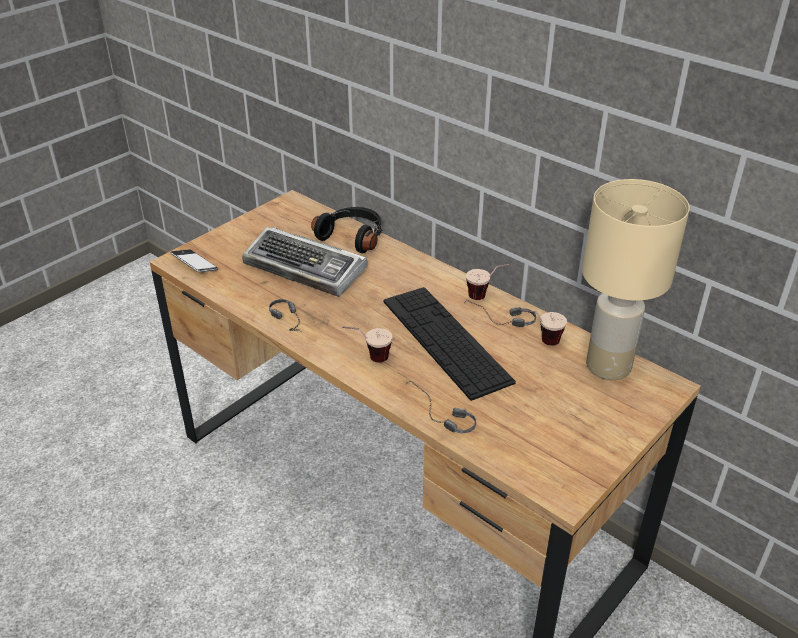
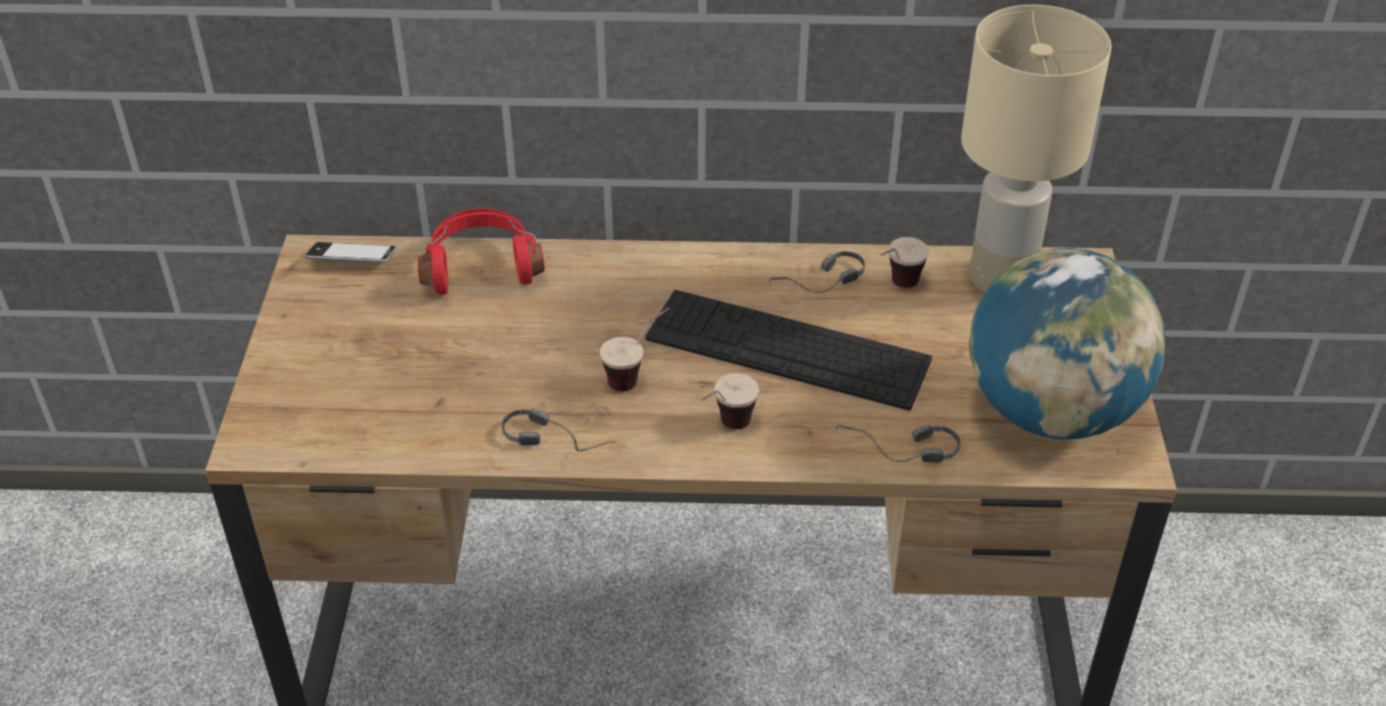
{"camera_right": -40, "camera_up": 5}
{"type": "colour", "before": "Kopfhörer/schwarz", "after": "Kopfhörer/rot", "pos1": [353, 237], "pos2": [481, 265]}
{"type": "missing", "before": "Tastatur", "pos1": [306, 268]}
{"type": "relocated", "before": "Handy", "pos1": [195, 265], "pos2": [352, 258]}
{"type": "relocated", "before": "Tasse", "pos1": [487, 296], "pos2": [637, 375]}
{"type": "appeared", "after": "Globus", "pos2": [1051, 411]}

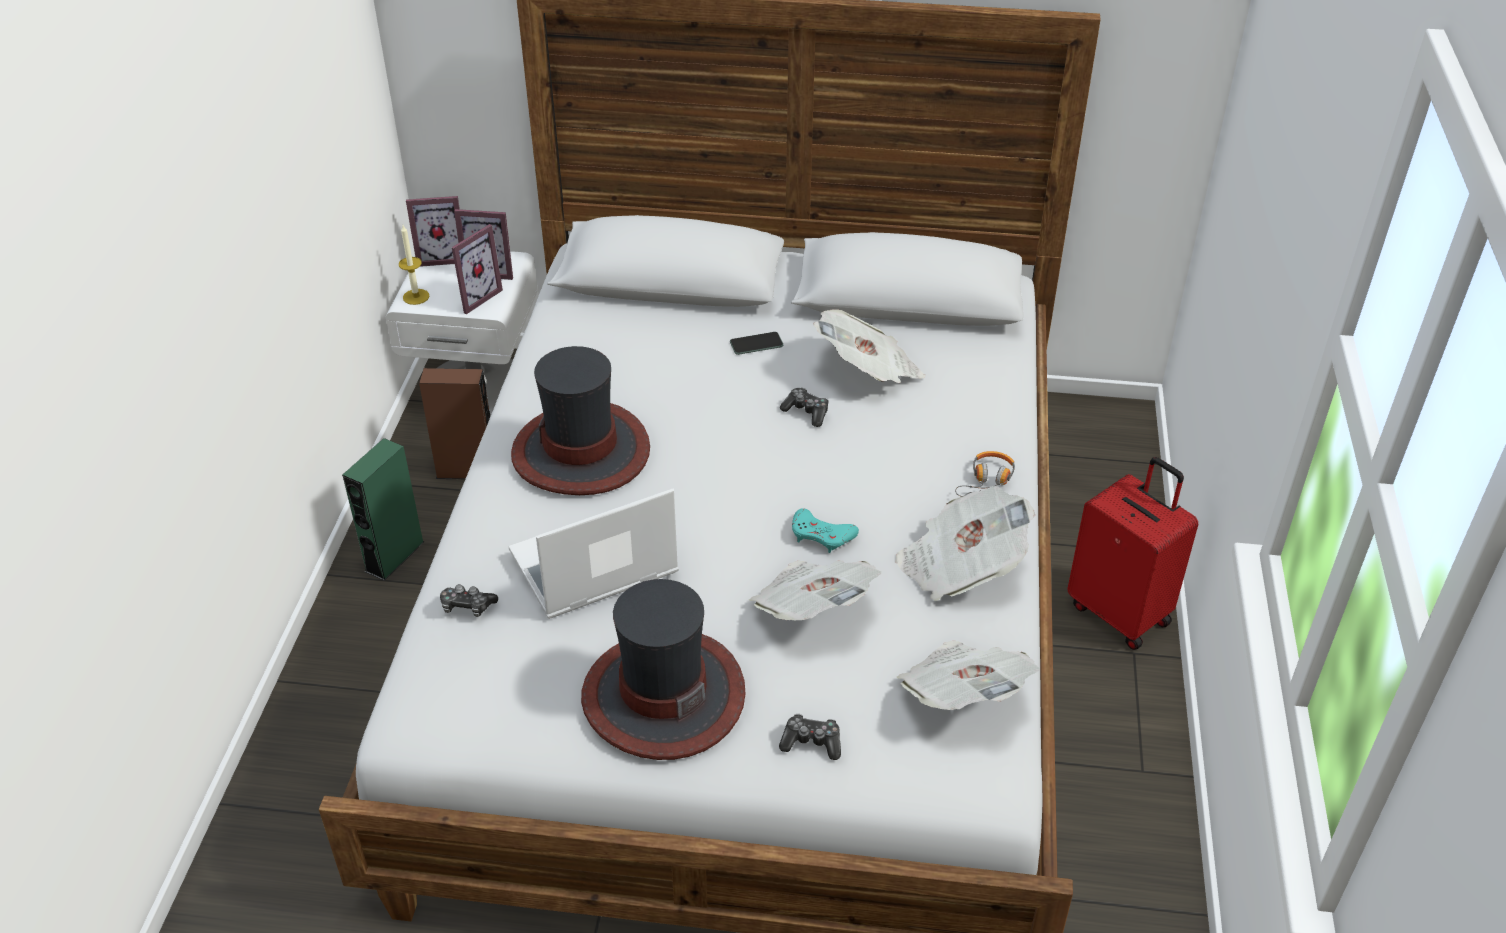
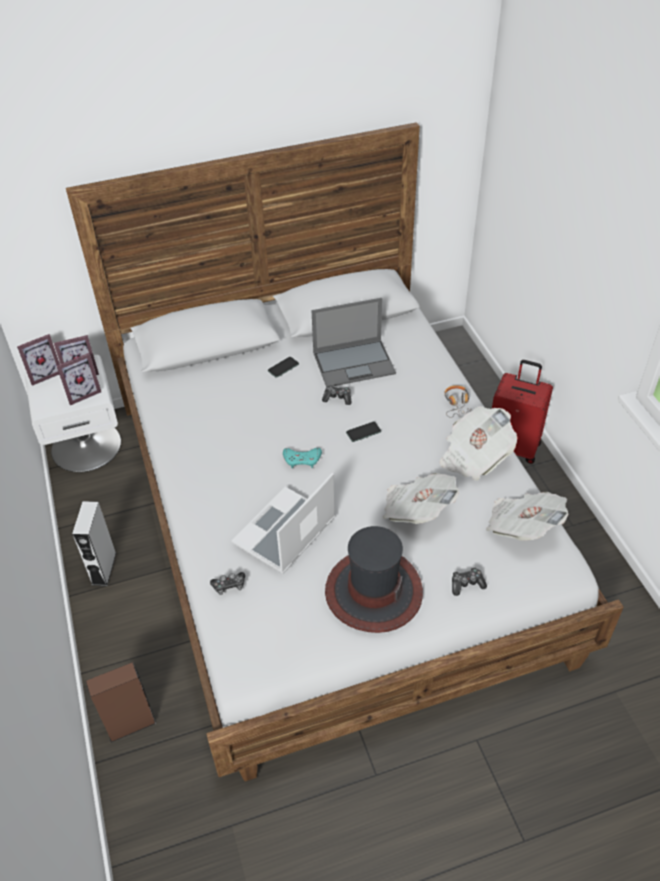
{"camera_right": -25, "camera_up": 5}
{"type": "spun", "before": "Bilderrahmen", "pos1": [474, 297], "pos2": [82, 393], "turn": 45}
{"type": "missing", "before": "Kerze", "pos1": [416, 297]}
{"type": "exchanged", "before": "Zeitung", "after": "Laptop", "pos1": [868, 371], "pos2": [355, 363]}
{"type": "missing", "before": "Hut", "pos1": [581, 452]}
{"type": "relocated", "before": "Lautsprecher/braun", "pos1": [467, 471], "pos2": [131, 725]}
{"type": "colour", "before": "Lautsprecher/grün", "after": "Lautsprecher/grau", "pos1": [394, 556], "pos2": [104, 568]}
{"type": "relocated", "before": "Gamepad/türkis", "pos1": [822, 535], "pos2": [302, 459]}
{"type": "appeared", "after": "Handy", "pos2": [363, 432]}

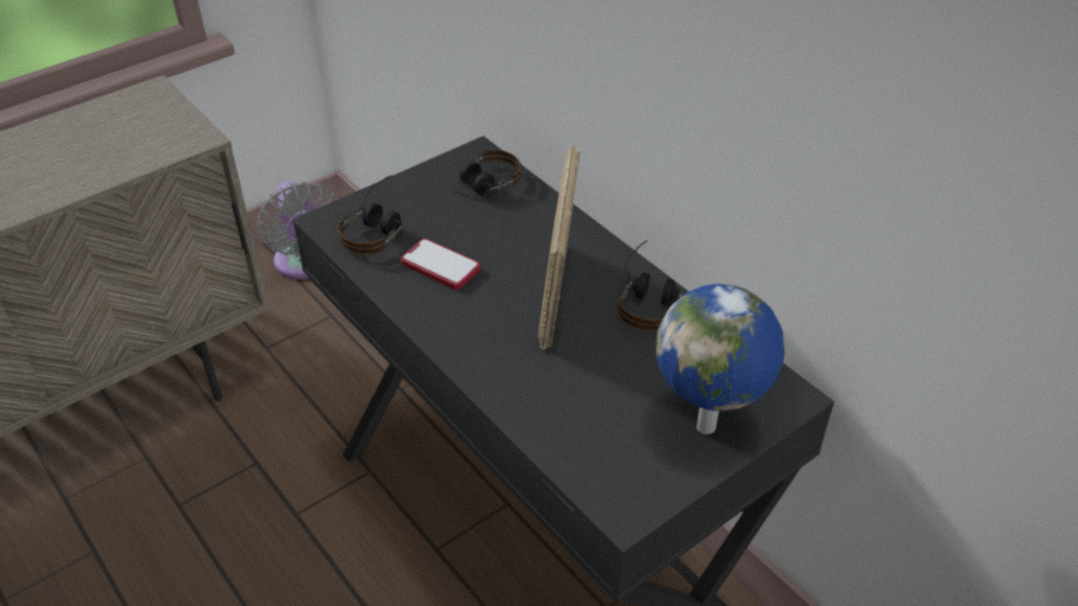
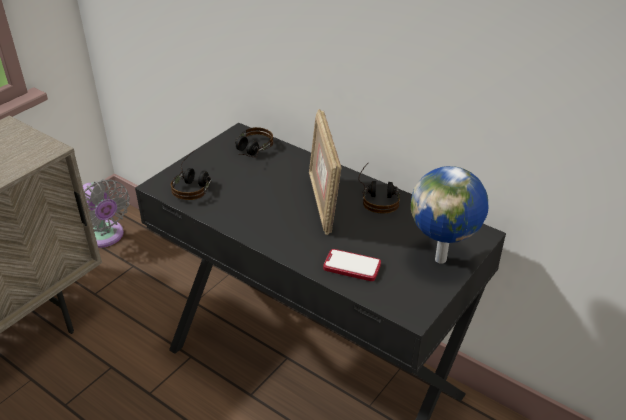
{"camera_right": -15, "camera_up": -5}
{"type": "relocated", "before": "Handy", "pos1": [440, 266], "pos2": [352, 266]}

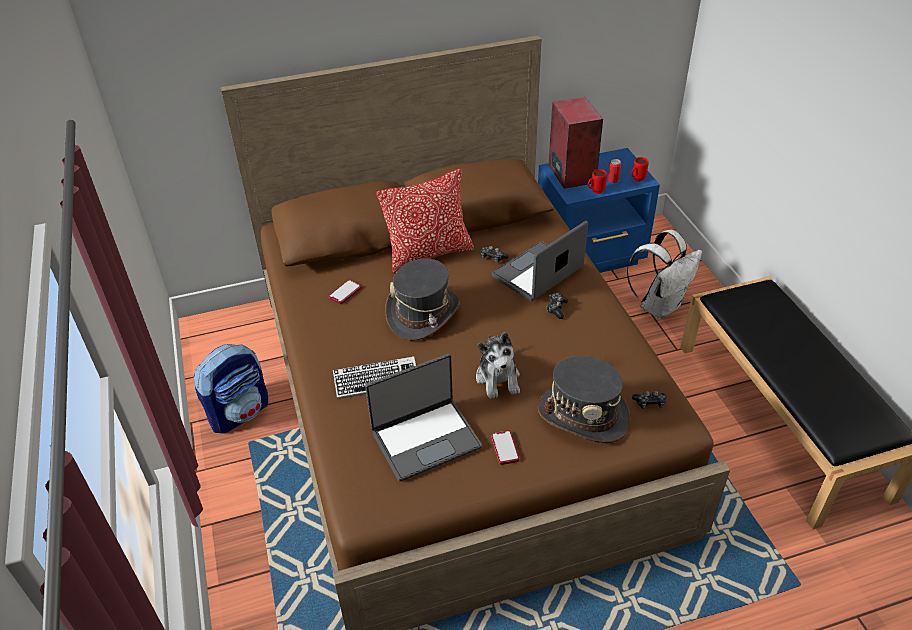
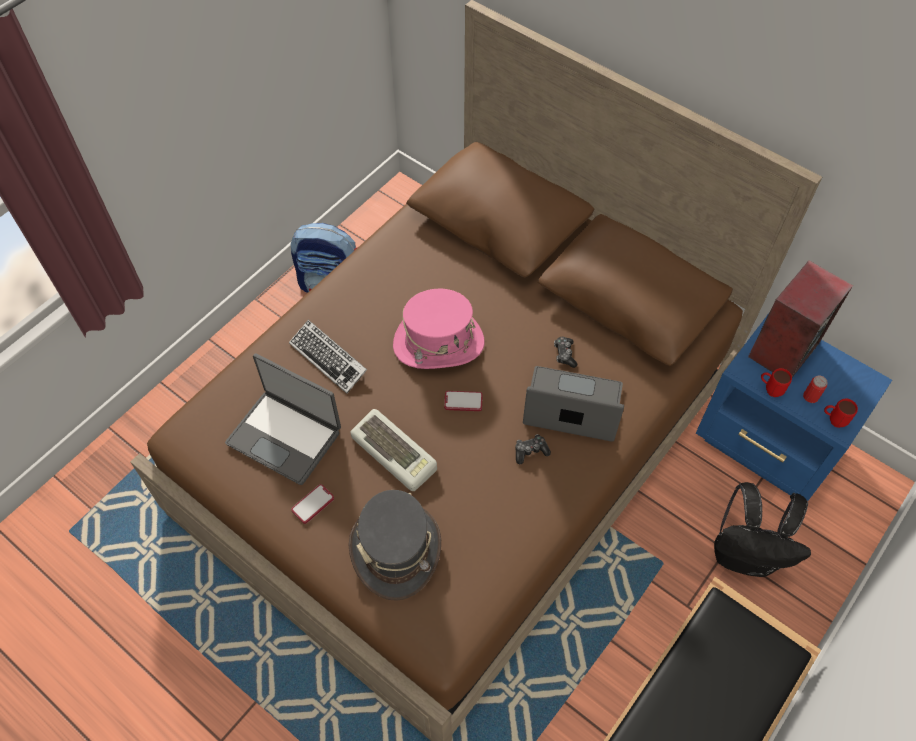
{"camera_right": 55, "camera_up": 15}
{"type": "missing", "before": "Kissen", "pos1": [428, 254]}
{"type": "colour", "before": "Rucksack/weiß", "after": "Rucksack/schwarz", "pos1": [660, 305], "pos2": [744, 555]}
{"type": "colour", "before": "Hut/grau", "after": "Hut/rosa", "pos1": [423, 314], "pos2": [438, 343]}
{"type": "relocated", "before": "Handy", "pos1": [345, 293], "pos2": [463, 401]}
{"type": "exchanged", "before": "Plüschtier", "after": "Tastatur", "pos1": [498, 378], "pos2": [396, 452]}
{"type": "missing", "before": "Gamepad", "pos1": [650, 403]}

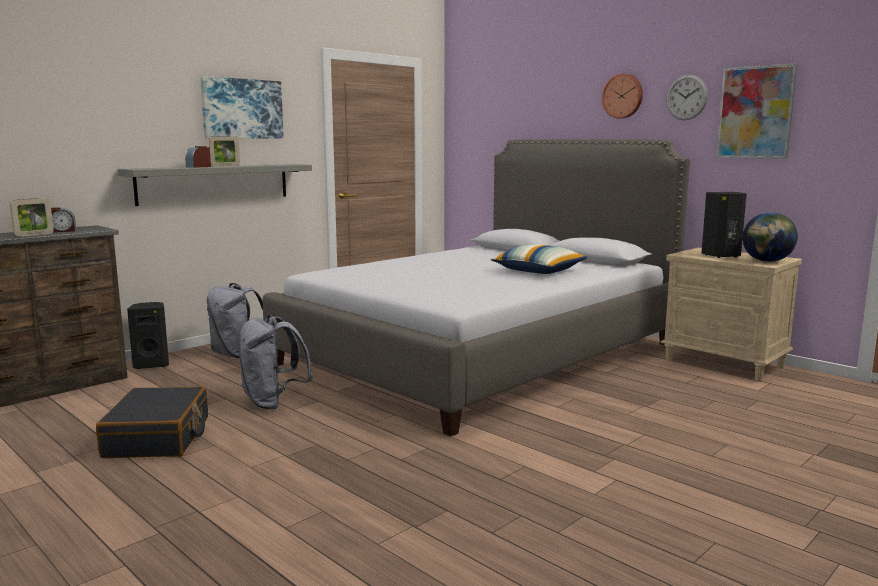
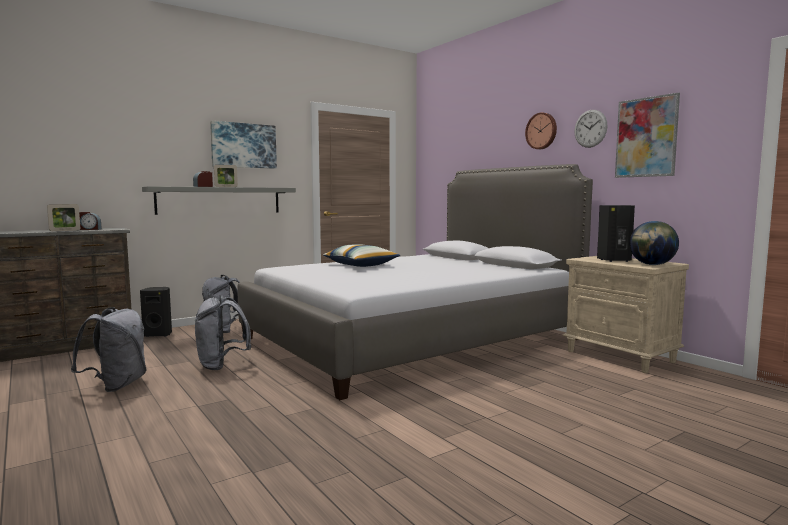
{"camera_right": 10, "camera_up": -5}
{"type": "relocated", "before": "Kissen", "pos1": [538, 271], "pos2": [361, 265]}
{"type": "exchanged", "before": "Koffer/schwarz", "after": "Rucksack/grau", "pos1": [158, 437], "pos2": [116, 385]}

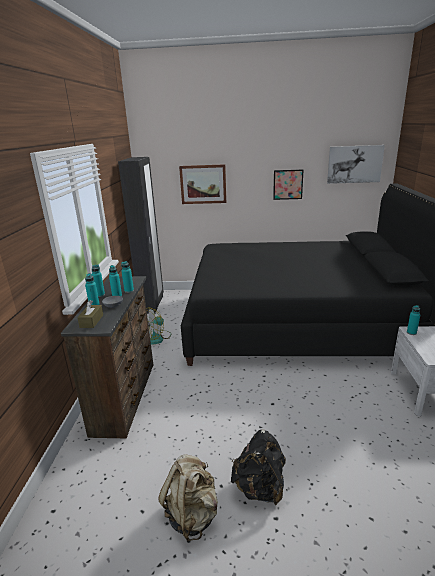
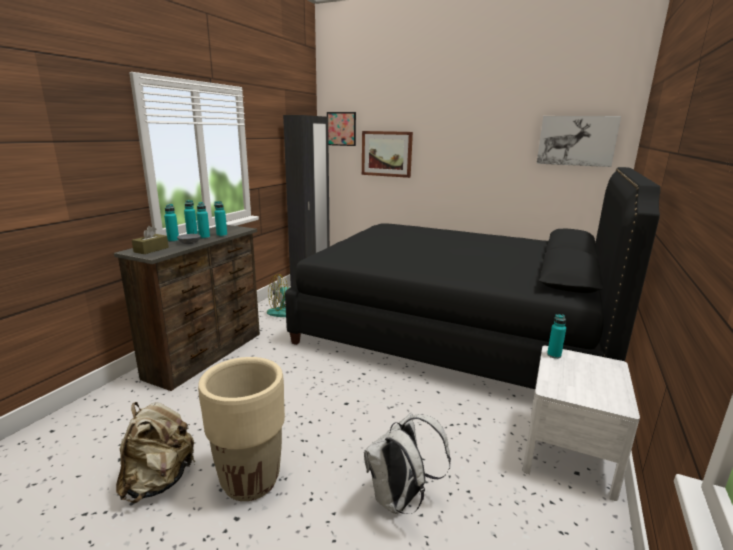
{"camera_right": 20, "camera_up": -5}
{"type": "relocated", "before": "Bild", "pos1": [288, 184], "pos2": [341, 129]}
{"type": "exchanged", "before": "Rucksack/schwarz", "after": "Pflanzkübel/beige", "pos1": [260, 487], "pos2": [250, 481]}
{"type": "appeared", "after": "Rucksack/weiß", "pos2": [400, 500]}

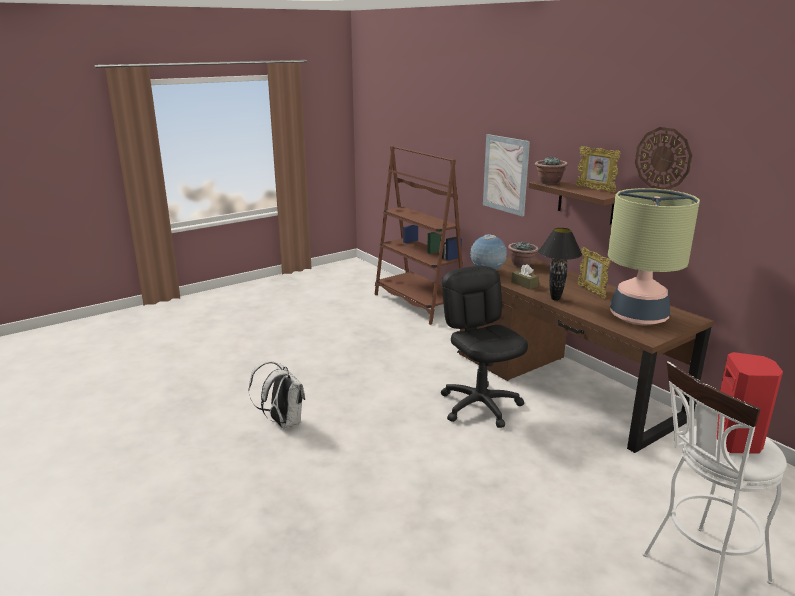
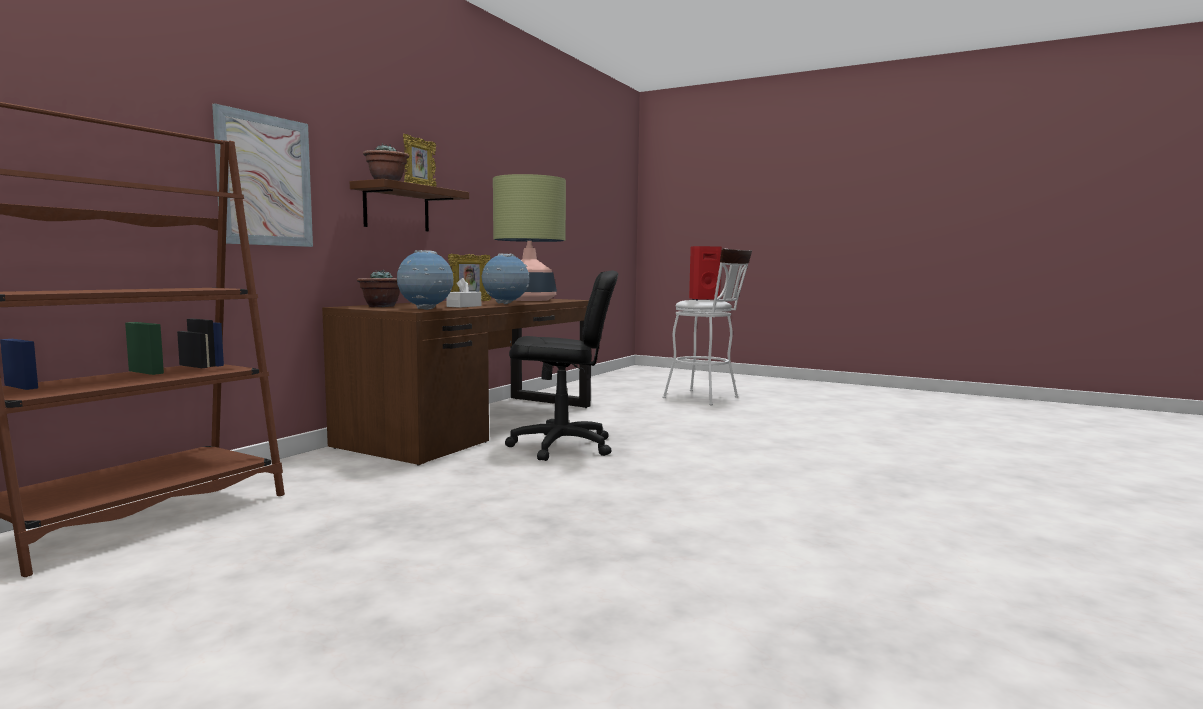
{"camera_right": -115, "camera_up": -15}
{"type": "missing", "before": "Wanduhr", "pos1": [663, 158]}
{"type": "exchanged", "before": "Tischlampe/schwarz", "after": "Globus", "pos1": [555, 299], "pos2": [505, 304]}
{"type": "colour", "before": "Taschentuchbox/braun", "after": "Taschentuchbox/weiß", "pos1": [524, 284], "pos2": [464, 306]}
{"type": "spun", "before": "Bürostuhl/schwarz", "pos1": [480, 406], "pos2": [562, 446], "turn": -135}
{"type": "missing", "before": "Rucksack/weiß", "pos1": [282, 422]}

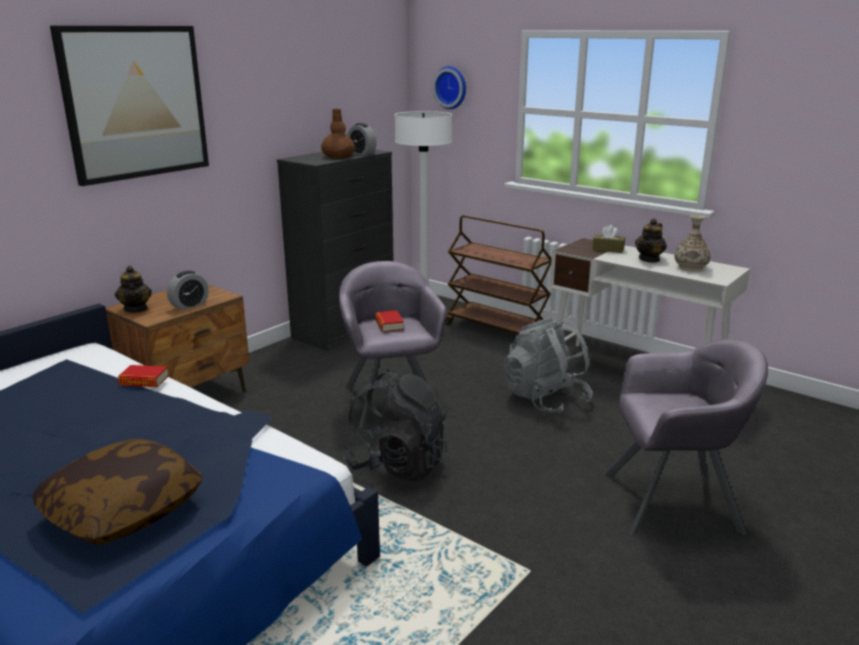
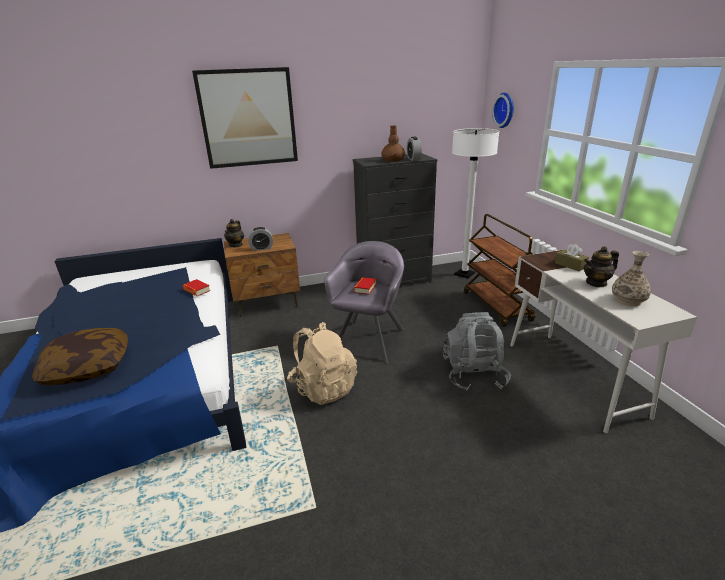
{"camera_right": 35, "camera_up": 5}
{"type": "missing", "before": "Sessel/grau", "pos1": [672, 502]}
{"type": "colour", "before": "Rucksack/schwarz", "after": "Rucksack/beige", "pos1": [397, 465], "pos2": [323, 387]}

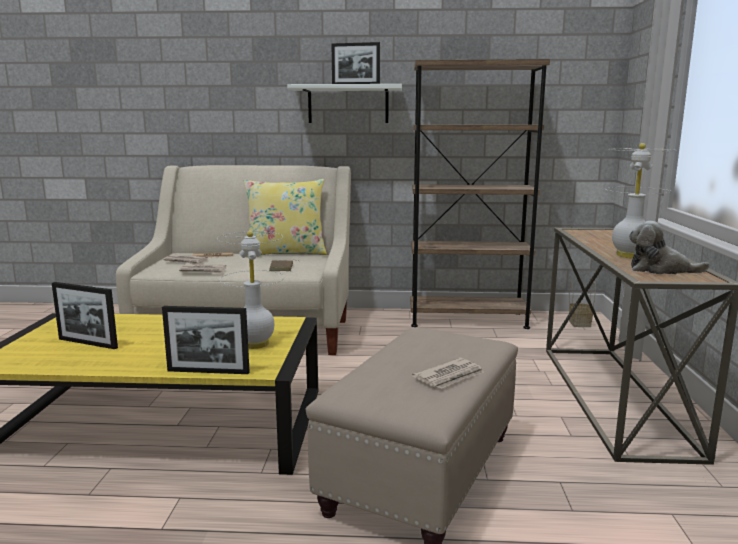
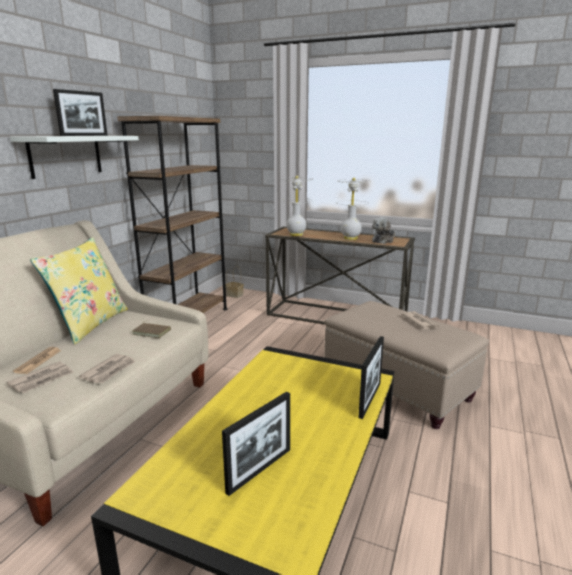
{"camera_right": -70, "camera_up": 5}
{"type": "relocated", "before": "Tischlampe/weiß", "pos1": [255, 343], "pos2": [296, 234]}

